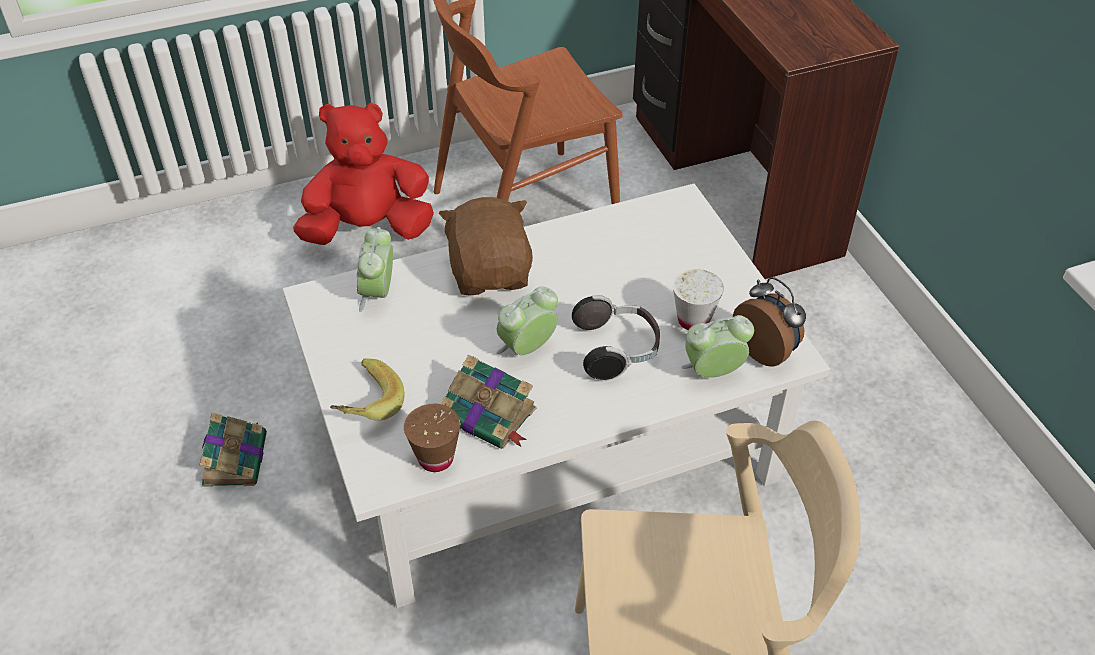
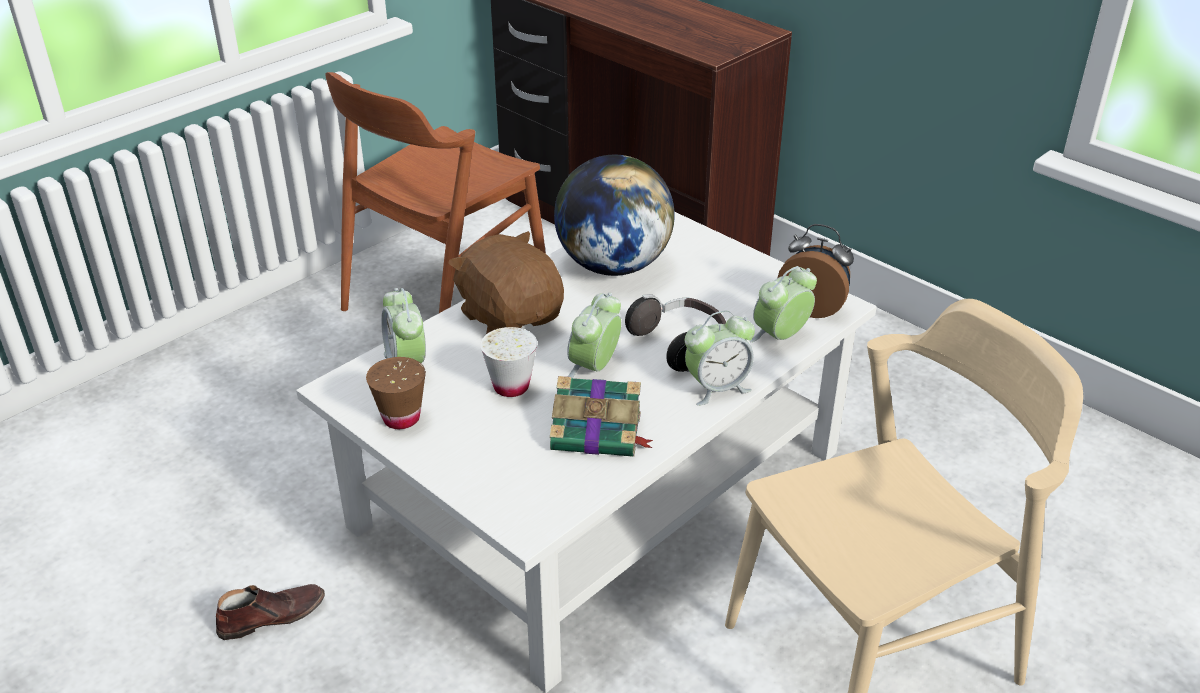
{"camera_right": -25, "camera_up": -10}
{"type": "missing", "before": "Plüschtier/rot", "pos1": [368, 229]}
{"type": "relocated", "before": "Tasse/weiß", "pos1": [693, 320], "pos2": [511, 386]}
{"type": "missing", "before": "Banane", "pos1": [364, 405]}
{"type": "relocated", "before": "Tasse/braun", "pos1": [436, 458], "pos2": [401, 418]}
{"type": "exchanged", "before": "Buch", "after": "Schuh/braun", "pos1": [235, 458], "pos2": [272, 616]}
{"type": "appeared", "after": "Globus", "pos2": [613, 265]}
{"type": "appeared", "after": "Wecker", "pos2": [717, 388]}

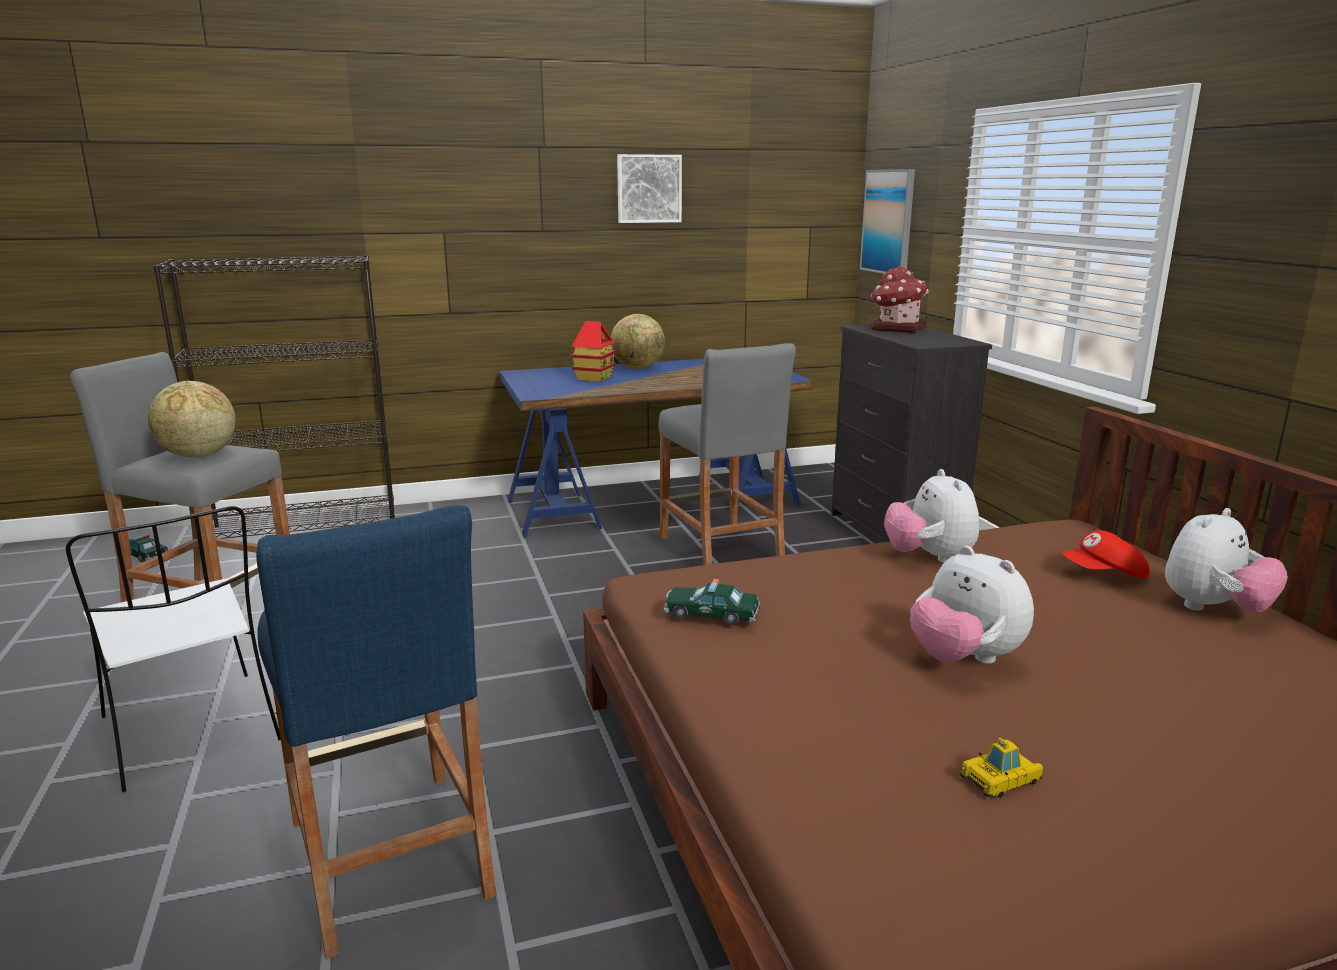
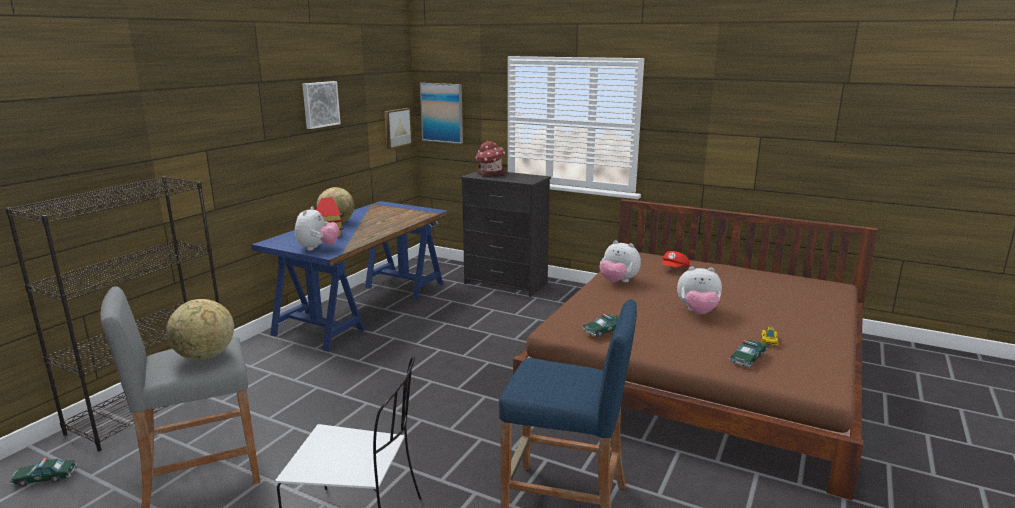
{"camera_right": -45, "camera_up": 0}
{"type": "missing", "before": "Hocker/grau", "pos1": [720, 549]}
{"type": "relocated", "before": "Plüschtier", "pos1": [1213, 609], "pos2": [317, 248]}
{"type": "appeared", "after": "Bild", "pos2": [396, 128]}
{"type": "appeared", "after": "Spielzeugauto", "pos2": [747, 358]}

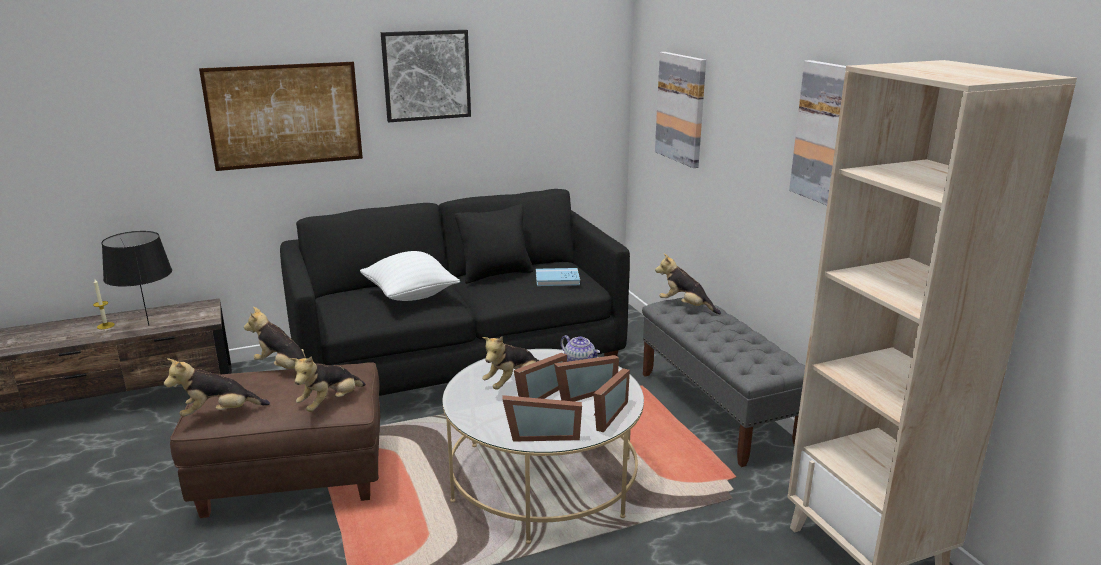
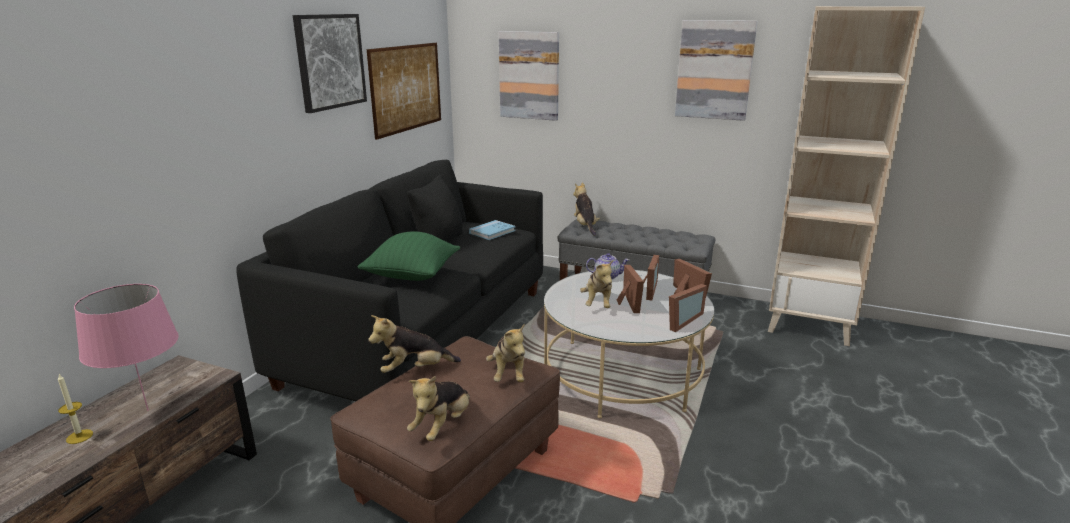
{"camera_right": -45, "camera_up": 0}
{"type": "relocated", "before": "Bild", "pos1": [285, 115], "pos2": [406, 88]}
{"type": "colour", "before": "Tischlampe/schwarz", "after": "Tischlampe/rosa", "pos1": [148, 325], "pos2": [147, 410]}
{"type": "colour", "before": "Kissen/weiß", "after": "Kissen/grün", "pos1": [410, 296], "pos2": [412, 277]}
{"type": "spun", "before": "Plüschtier", "pos1": [685, 306], "pos2": [585, 226], "turn": 90}

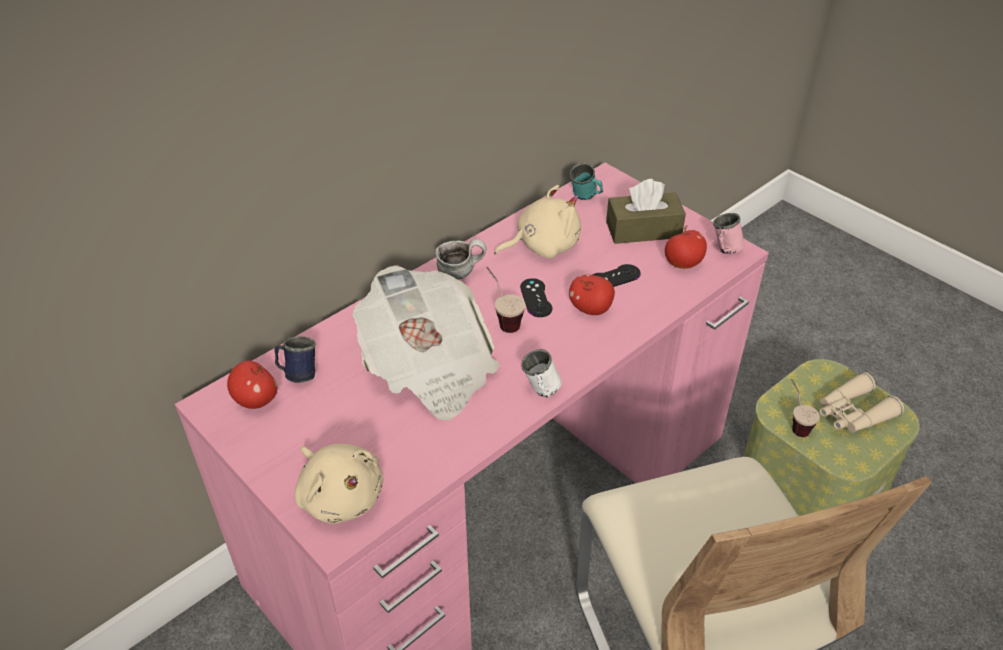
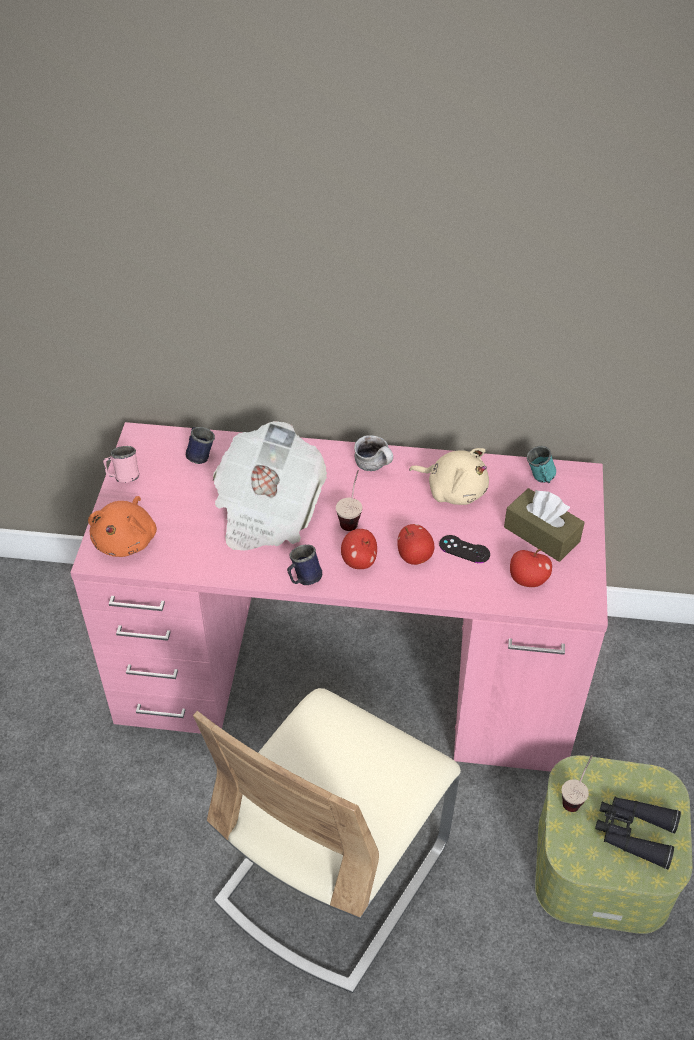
{"camera_right": 50, "camera_up": 5}
{"type": "relocated", "before": "Henkelbecher/rosa", "pos1": [724, 250], "pos2": [123, 477]}
{"type": "missing", "before": "Gamepad/schwarz", "pos1": [536, 298]}
{"type": "colour", "before": "Henkelbecher/weiß", "after": "Henkelbecher/blau", "pos1": [541, 392], "pos2": [303, 579]}
{"type": "relocated", "before": "Apfel", "pos1": [256, 400], "pos2": [359, 561]}
{"type": "colour", "before": "Fernglas/beige", "after": "Fernglas/schwarz", "pos1": [852, 413], "pos2": [633, 833]}
{"type": "colour", "before": "Plüschtier/beige", "after": "Plüschtier/orange", "pos1": [340, 495], "pos2": [127, 540]}

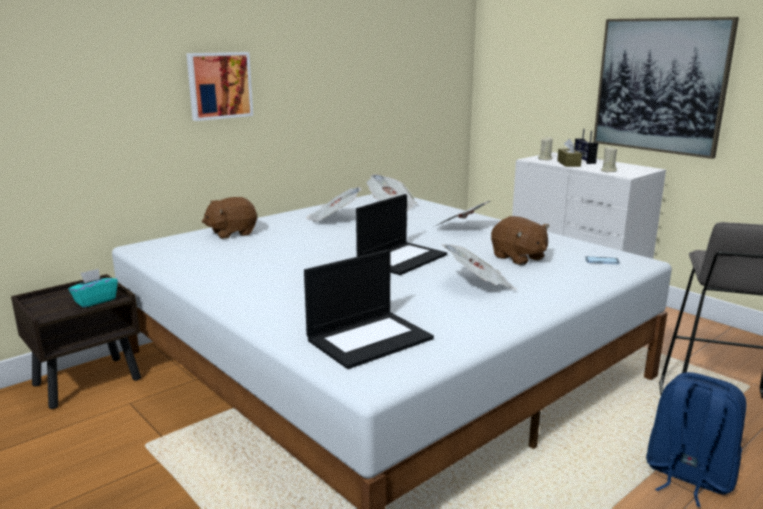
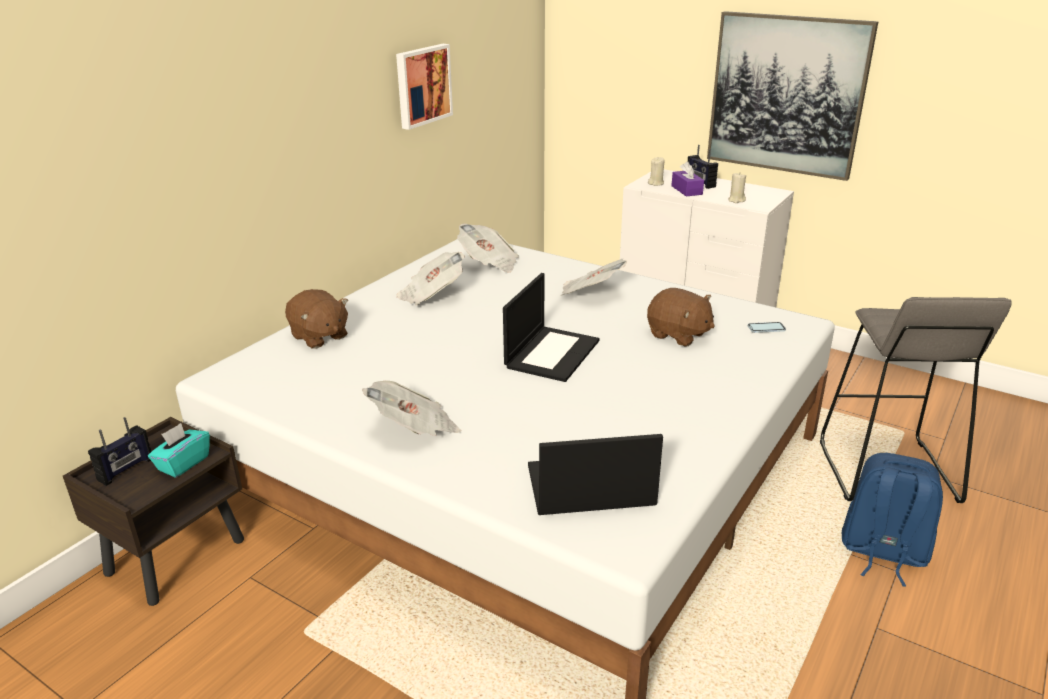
{"camera_right": -15, "camera_up": 10}
{"type": "relocated", "before": "Bild", "pos1": [219, 85], "pos2": [422, 85]}
{"type": "colour", "before": "Taschentuchbox/braun", "after": "Taschentuchbox/lila", "pos1": [568, 163], "pos2": [686, 190]}
{"type": "spun", "before": "Plüschtier/braun", "pos1": [232, 233], "pos2": [319, 337], "turn": -90}
{"type": "relocated", "before": "Zeitung", "pos1": [479, 285], "pos2": [415, 429]}
{"type": "spun", "before": "Laptop", "pos1": [370, 338], "pos2": [589, 487], "turn": -135}
{"type": "appeared", "after": "Radio", "pos2": [126, 470]}

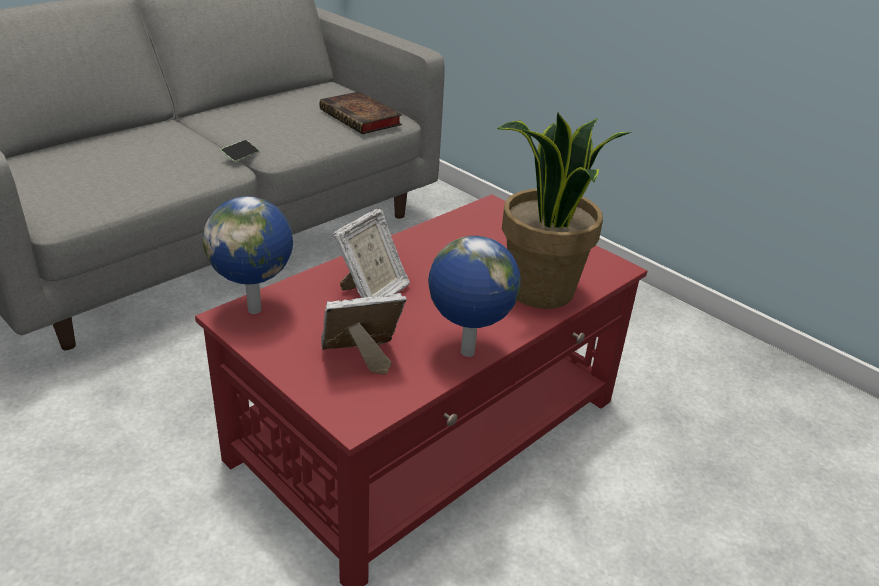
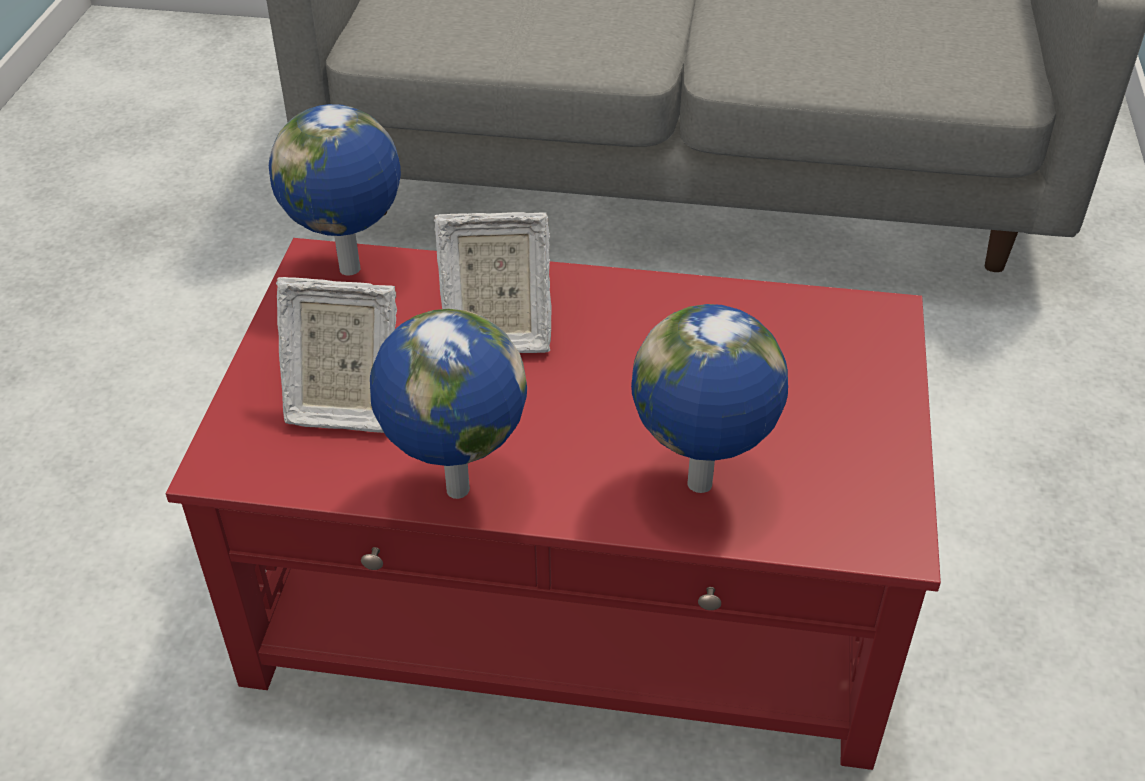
{"camera_right": 55, "camera_up": 10}
{"type": "missing", "before": "Buch", "pos1": [362, 118]}
{"type": "exchanged", "before": "Topfpflanze", "after": "Globus", "pos1": [540, 291], "pos2": [700, 486]}
{"type": "missing", "before": "Handy", "pos1": [240, 156]}
{"type": "spun", "before": "Bilderrahmen", "pos1": [361, 359], "pos2": [343, 405], "turn": 150}

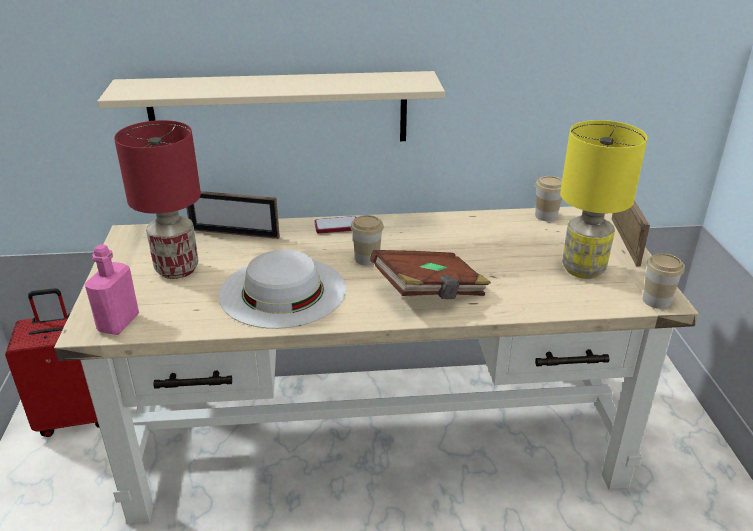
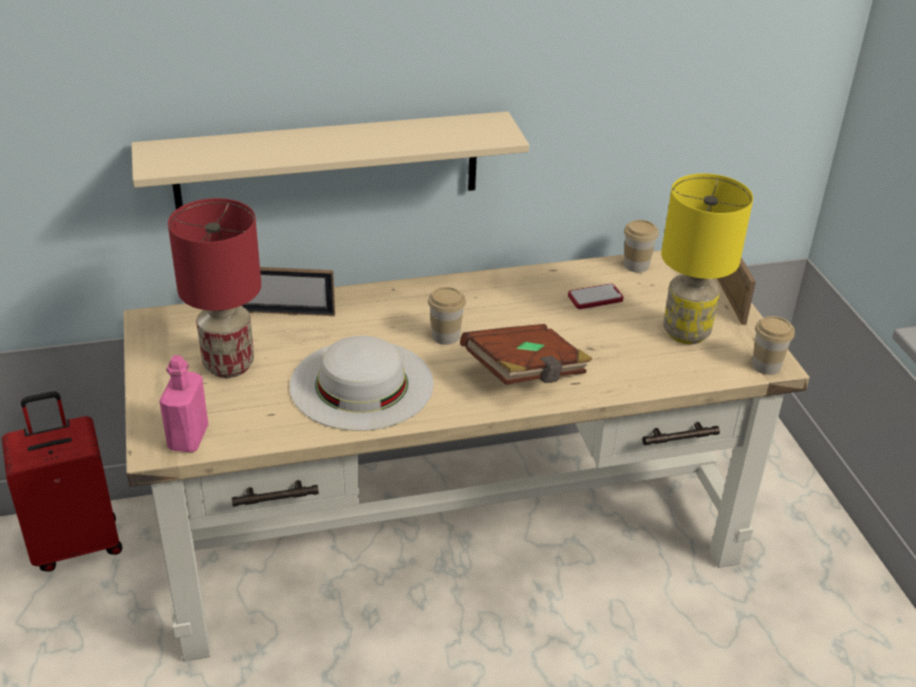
{"camera_right": -10, "camera_up": 5}
{"type": "relocated", "before": "Handy", "pos1": [336, 226], "pos2": [595, 298]}

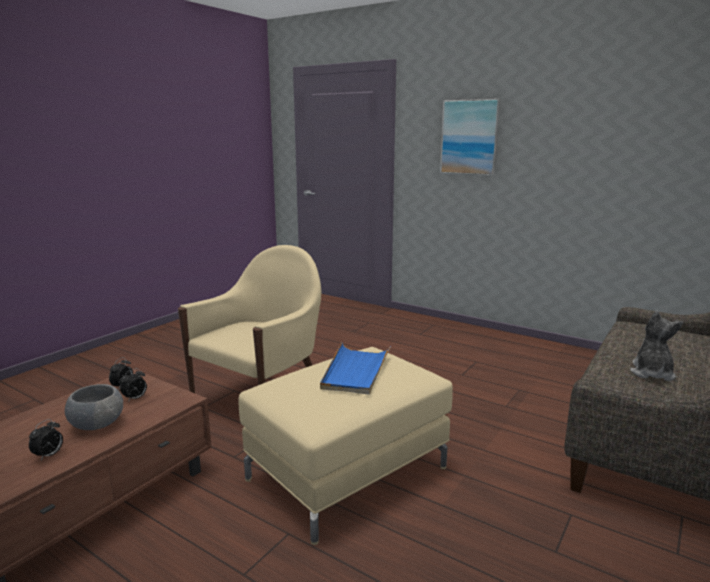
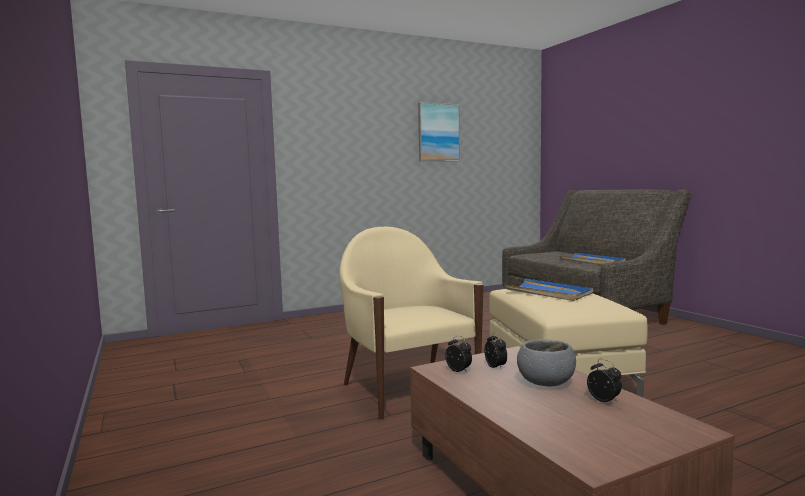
{"camera_right": -60, "camera_up": -10}
{"type": "relocated", "before": "Bild", "pos1": [469, 137], "pos2": [438, 132]}
{"type": "exchanged", "before": "Plüschtier", "after": "Tablett/blau", "pos1": [651, 373], "pos2": [592, 261]}

